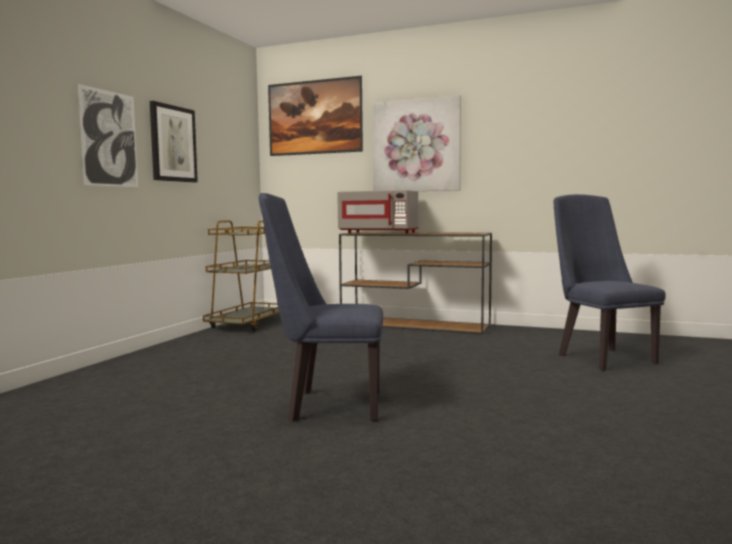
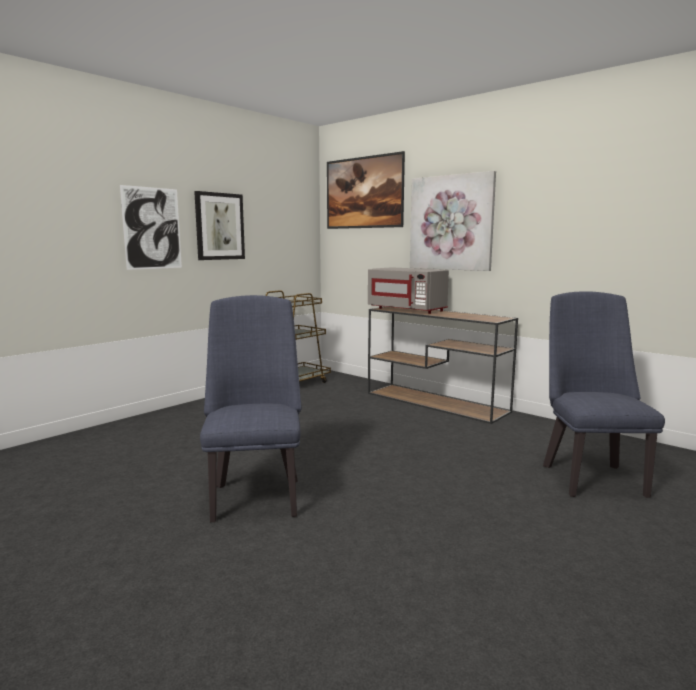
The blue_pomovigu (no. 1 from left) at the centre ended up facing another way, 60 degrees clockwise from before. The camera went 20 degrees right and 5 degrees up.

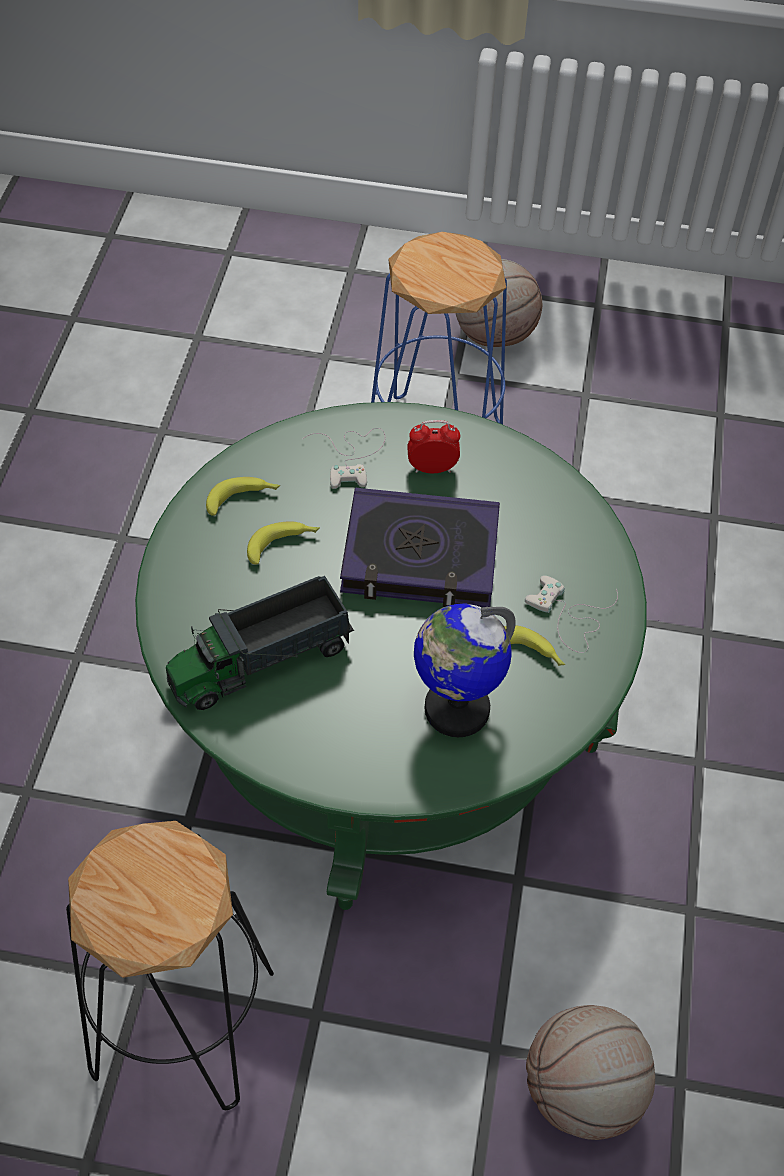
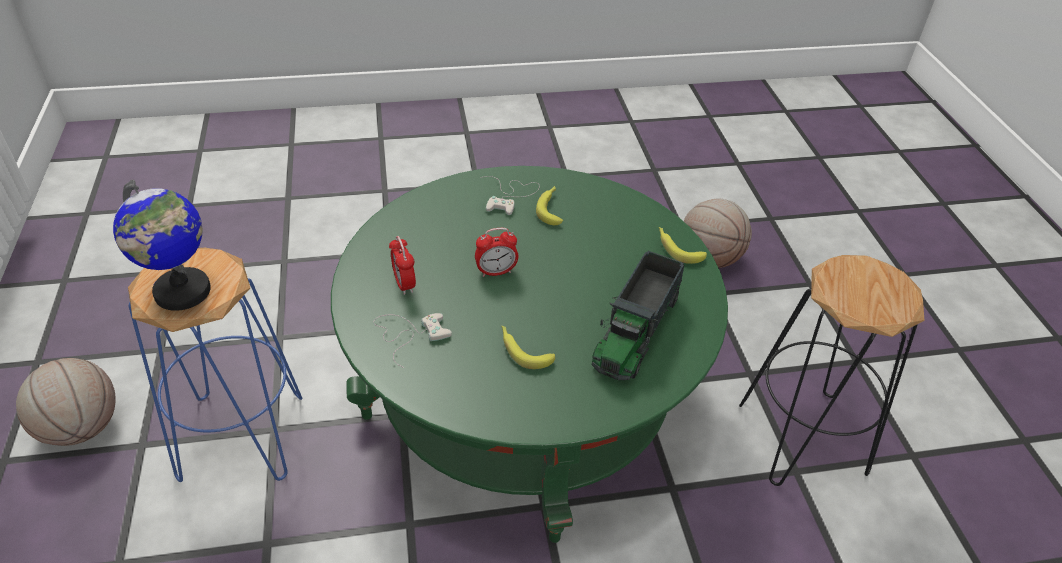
The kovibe (no. 1 from left in the first image) ended up elsewhere, having gone from the middle left to the centre. Where the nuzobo stood at the centre, the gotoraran (no. 2 from left) came to stand at the centre. The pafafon at the middle left ended up facing another way, 75 degrees clockwise from before. The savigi ended up elsewhere, having gone from the centre to the middle left. The camera went 110 degrees left and 10 degrees down.

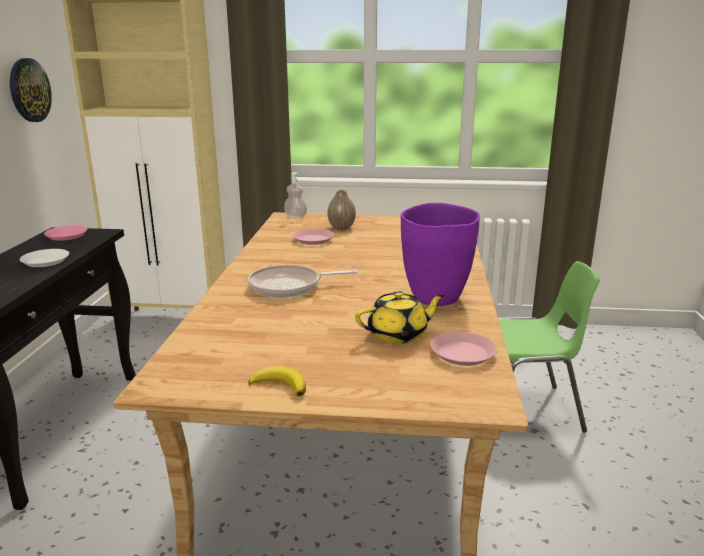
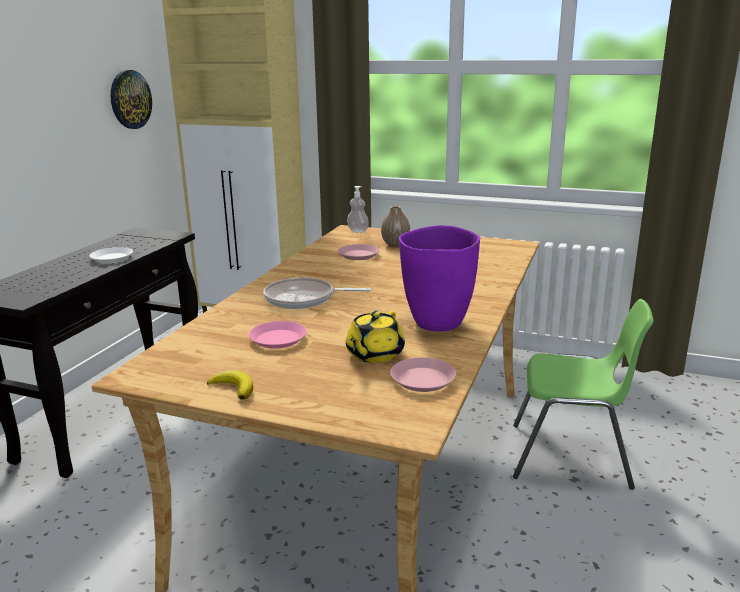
The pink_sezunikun (no. 1 from left) ended up elsewhere, having gone from the middle left to the centre. The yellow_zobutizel at the centre ended up facing another way, 120 degrees clockwise from before. The camera went 15 degrees right and 0 degrees up.

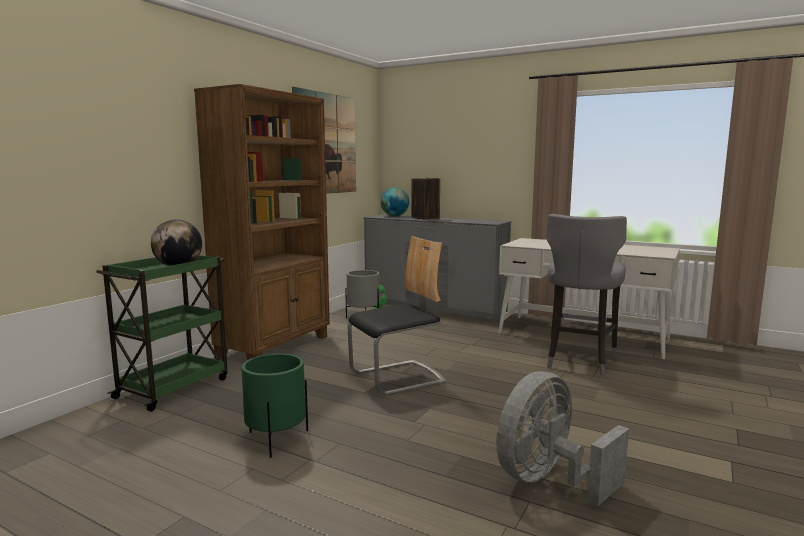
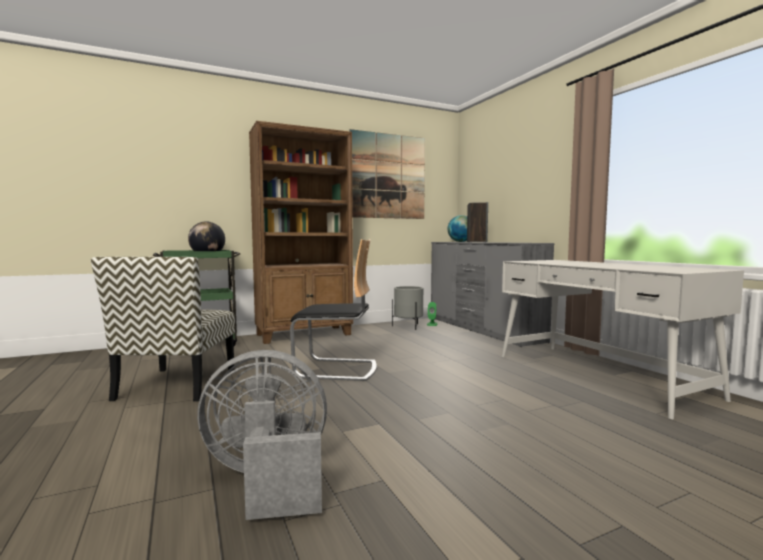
The second view lost the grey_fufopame at the middle right. Where the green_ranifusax stood at the bottom centre, the pomovigu (no. 1 from left) came to stand at the middle left. The camera went 35 degrees right and 5 degrees down.

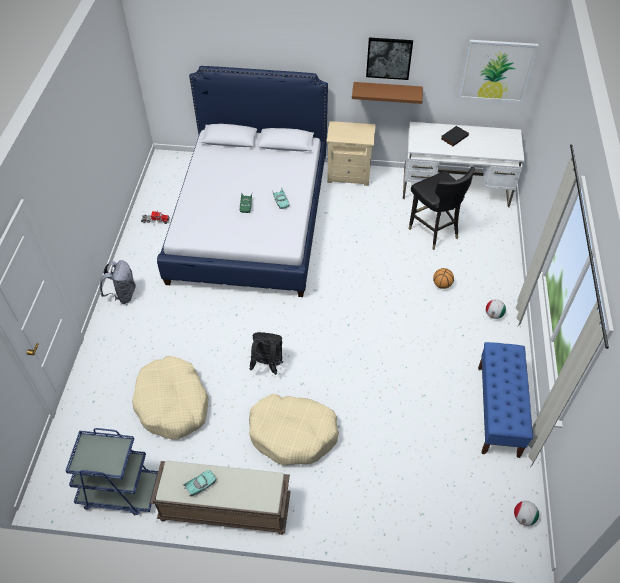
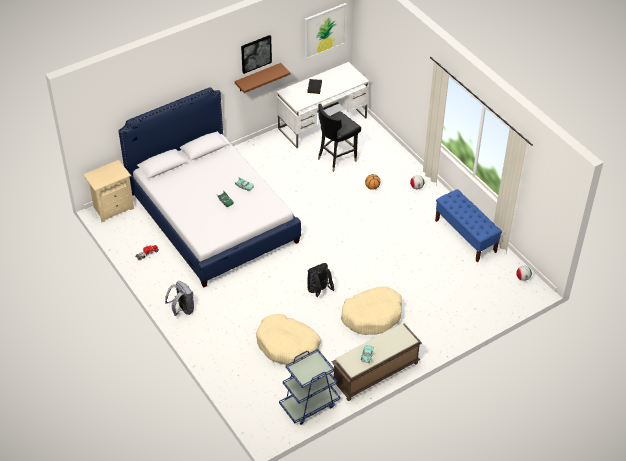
The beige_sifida ended up elsewhere, having gone from the top centre to the middle left. The black_pomovigu at the middle right ended up facing another way, 120 degrees clockwise from before. The camera went 40 degrees left and 5 degrees down.

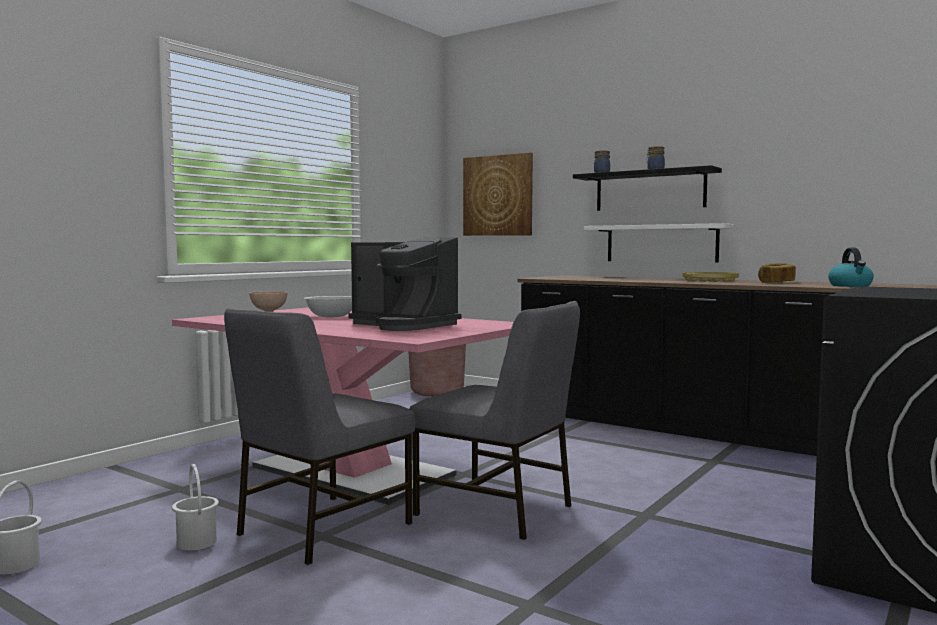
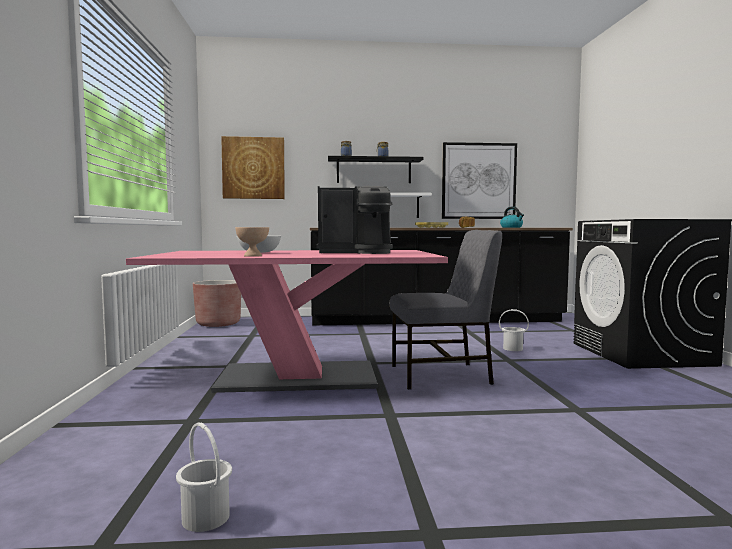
The second view lost the grey_pomovigu (no. 1 from left) at the bottom centre. The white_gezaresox (no. 2 from left) ended up elsewhere, having gone from the bottom left to the middle right. The second view gained the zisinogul (no. 2 from left) at the top centre. The camera went 40 degrees left and 0 degrees up.

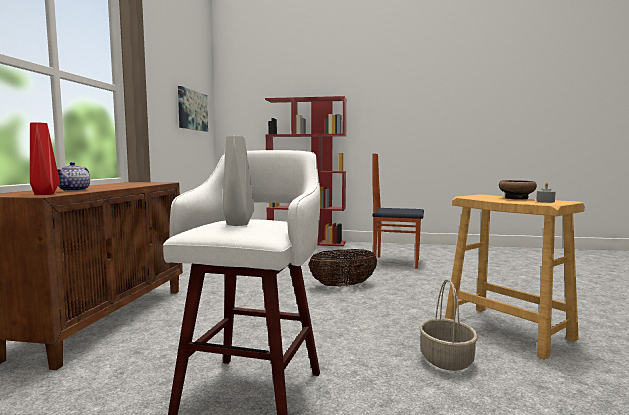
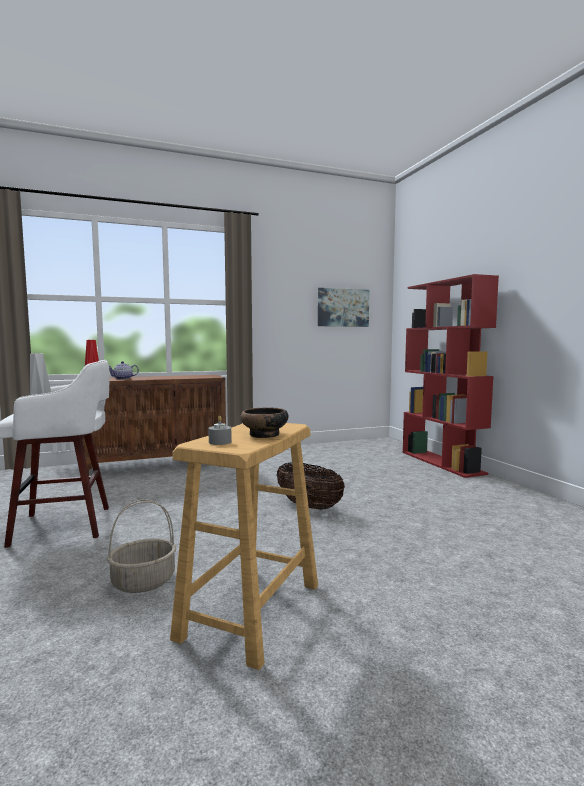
The second view lost the pomovigu at the centre. The camera went 60 degrees right and 0 degrees up.

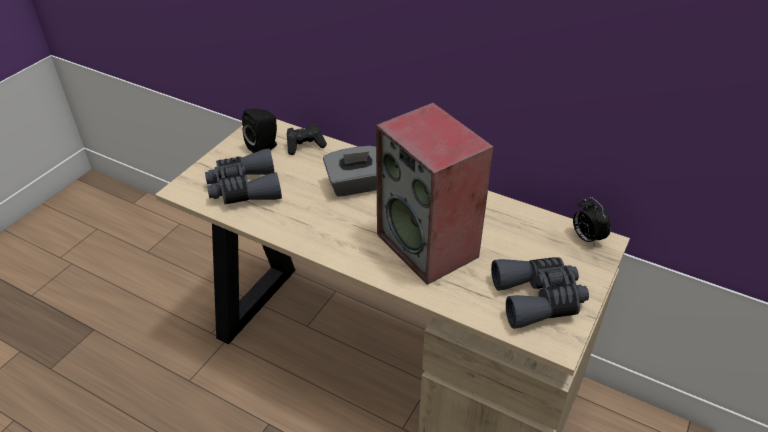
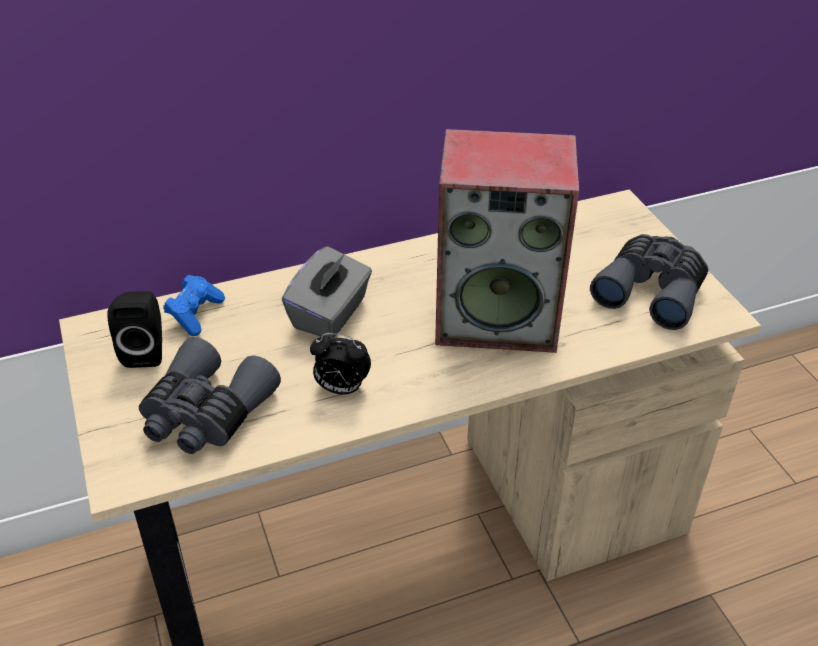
What was the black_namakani at the top centre turned into the blue_namakani at the middle left. The gotoraran ended up elsewhere, having gone from the middle right to the centre. The camera went 50 degrees left and 0 degrees up.

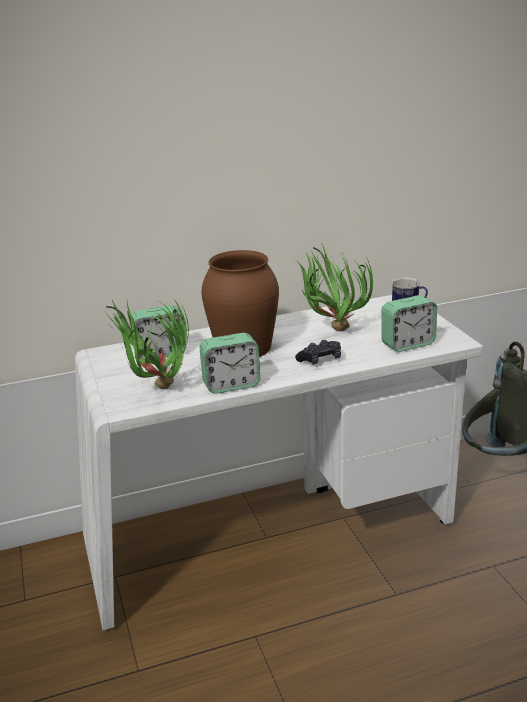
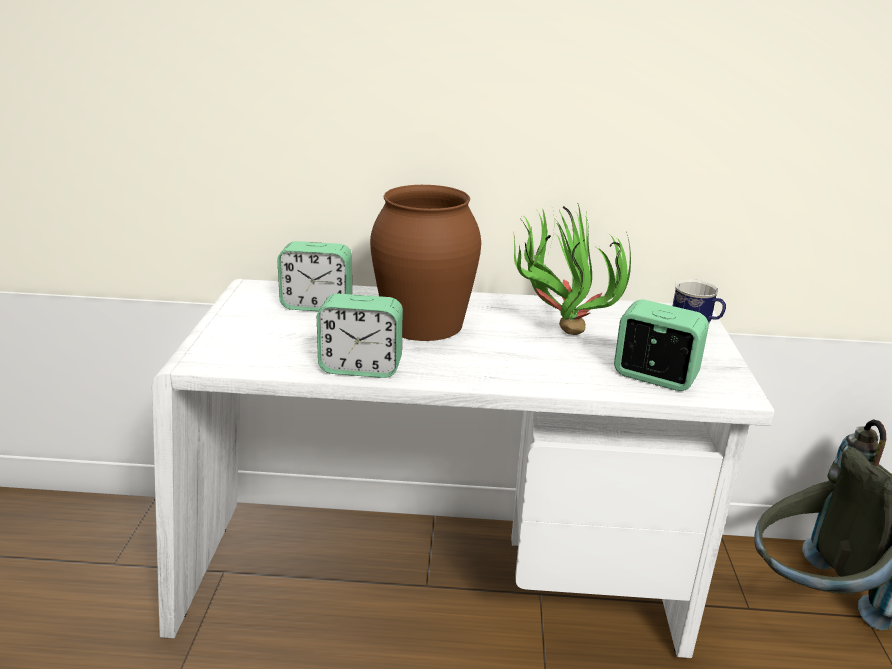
The gotoraran (no. 3 from left) at the middle right ended up facing another way, 150 degrees counterclockwise from before. The second view lost the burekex (no. 1 from left) at the middle left. The second view lost the black_namakani at the centre. The camera went 20 degrees right and 0 degrees up.

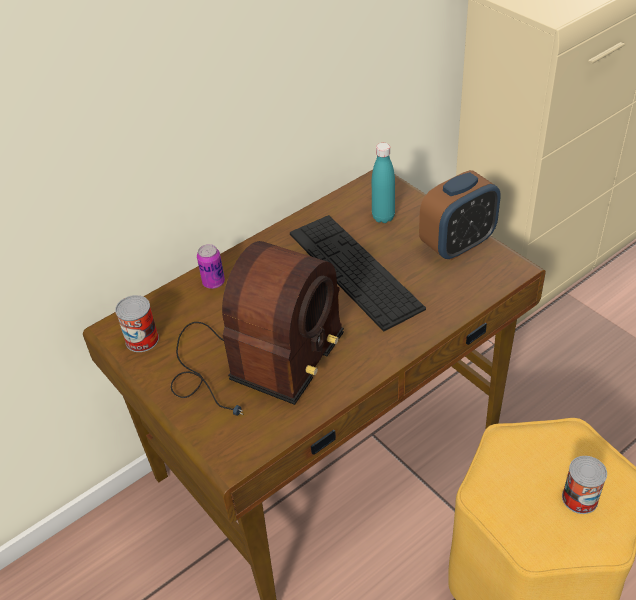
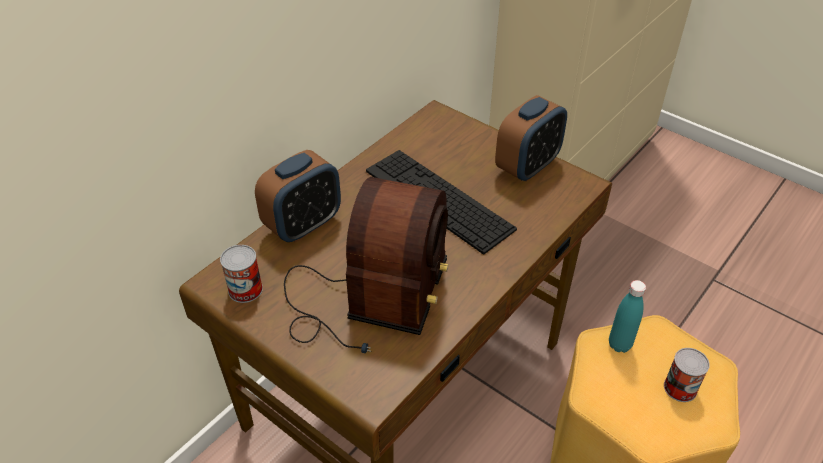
The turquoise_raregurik ended up elsewhere, having gone from the top centre to the bottom right. Where the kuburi (no. 2 from left) stood at the middle left, the gotoraran (no. 1 from left) came to stand at the centre. The camera went 15 degrees left and 0 degrees up.

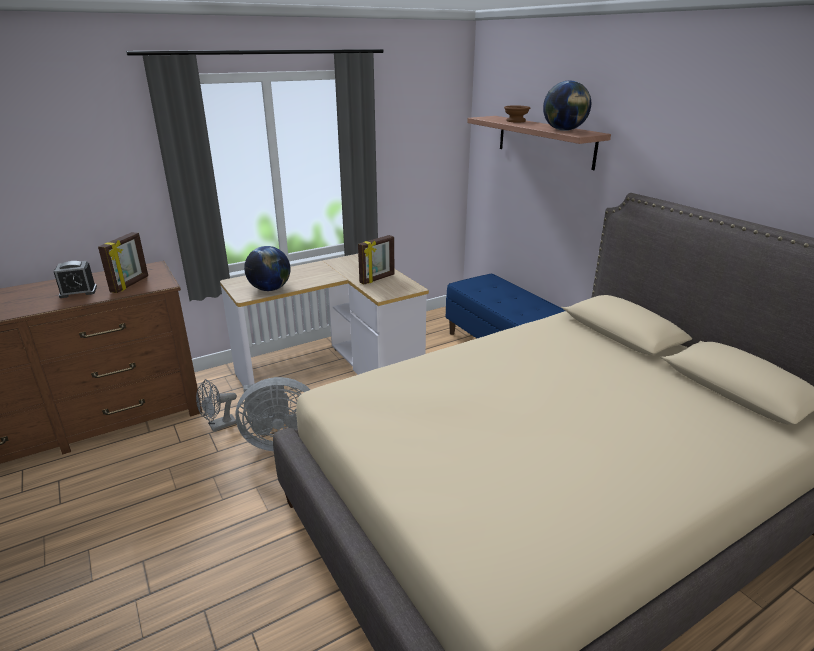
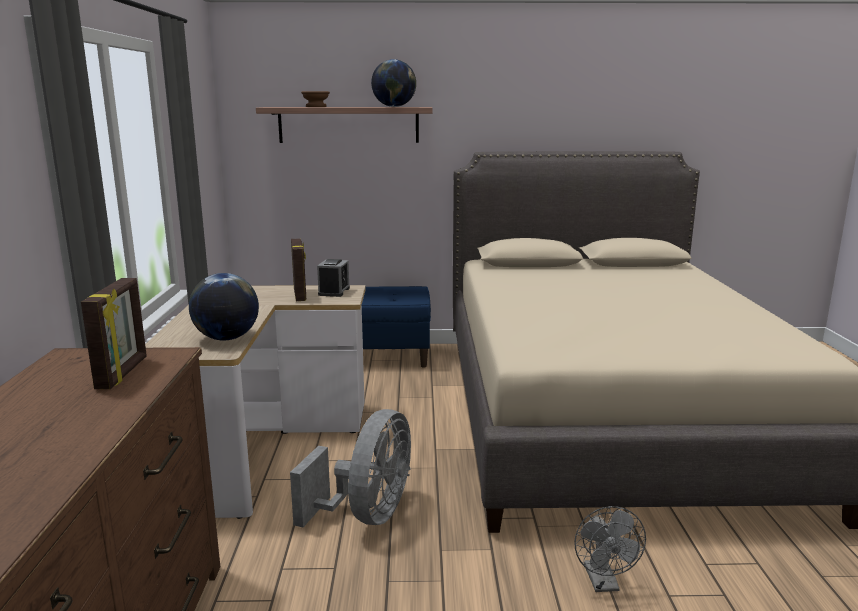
The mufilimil (no. 1 from left) at the middle left ended up facing another way, 45 degrees clockwise from before. The gotoraran ended up elsewhere, having gone from the middle left to the centre. The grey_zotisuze (no. 1 from left in the first image) ended up elsewhere, having gone from the middle left to the bottom right. The camera went 60 degrees left and 10 degrees down.

